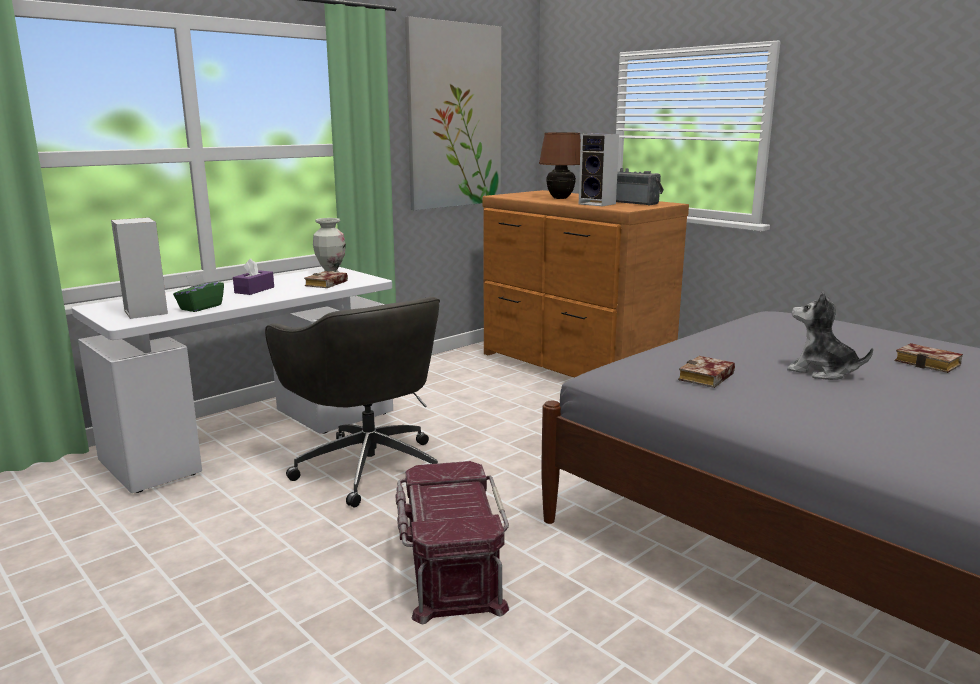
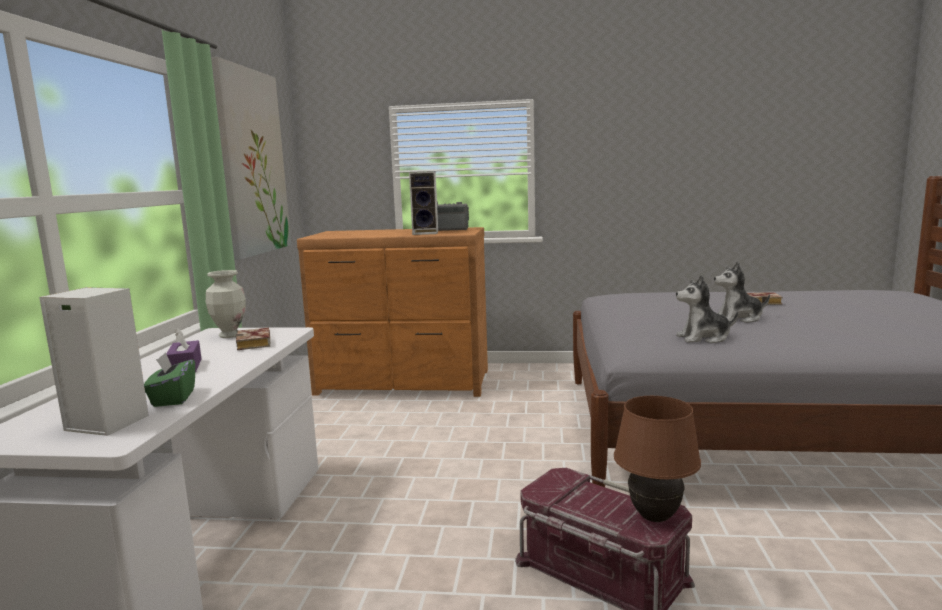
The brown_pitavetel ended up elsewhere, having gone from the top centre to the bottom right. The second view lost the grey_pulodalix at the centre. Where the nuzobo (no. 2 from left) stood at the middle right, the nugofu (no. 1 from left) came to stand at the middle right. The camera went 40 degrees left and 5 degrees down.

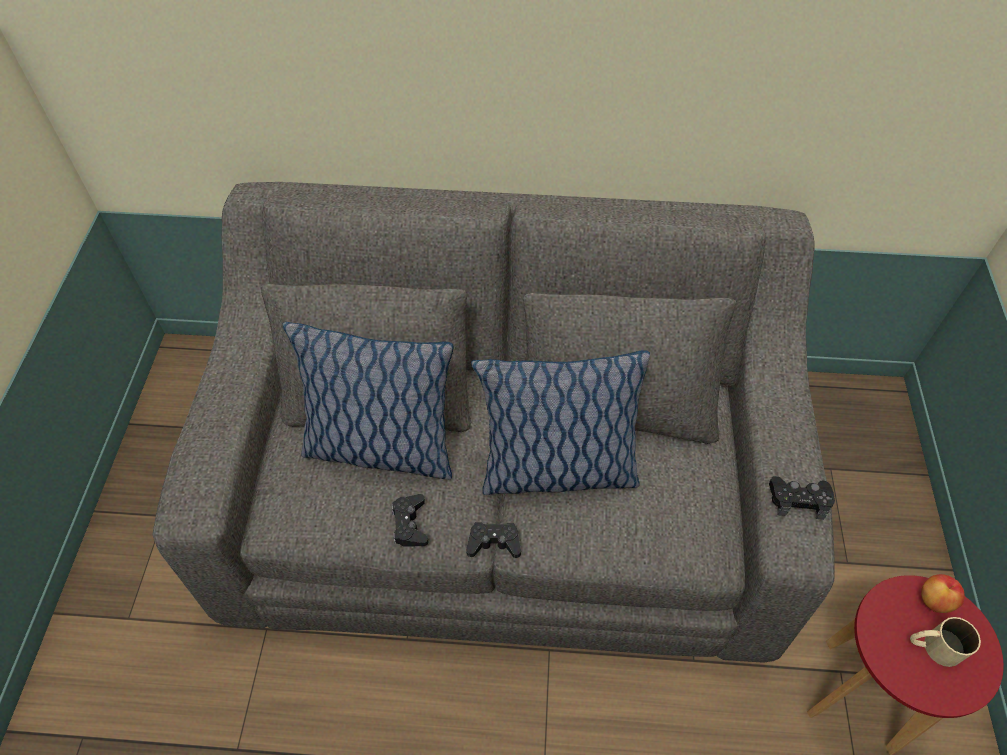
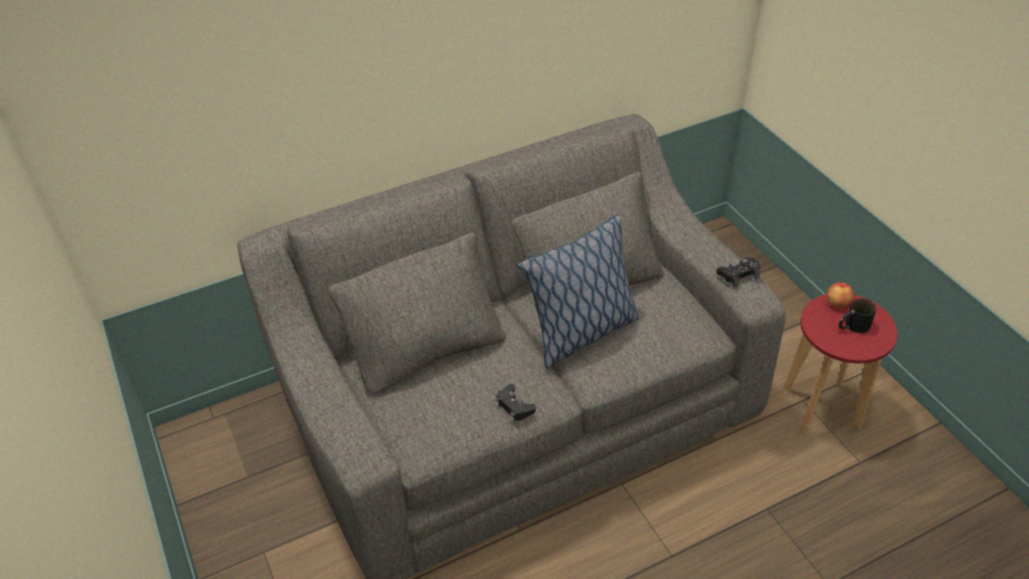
The second view lost the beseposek (no. 1 from left) at the centre. The second view lost the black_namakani (no. 2 from left) at the bottom centre. What was the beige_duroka at the bottom right turned into the black_duroka at the middle right. The camera went 30 degrees left and 10 degrees down.

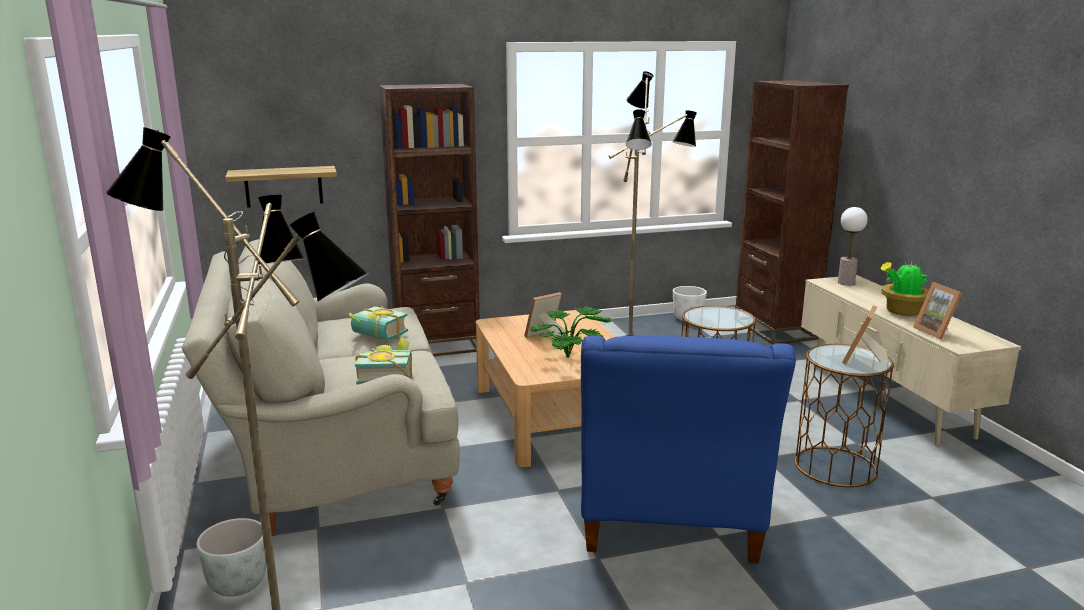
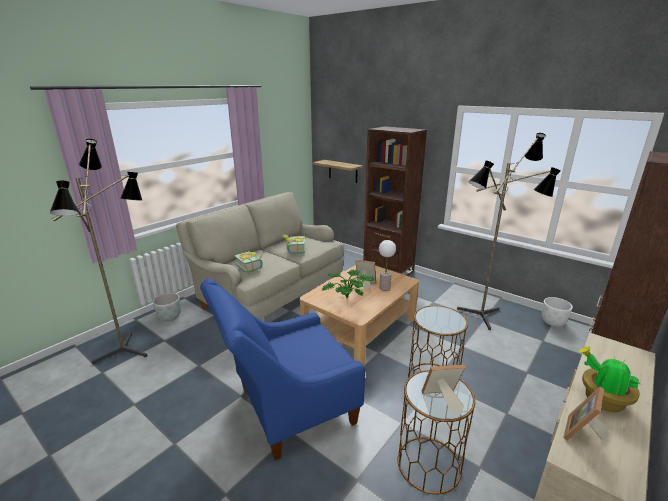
The pitavetel ended up elsewhere, having gone from the middle right to the centre. The camera went 55 degrees right and 5 degrees up.

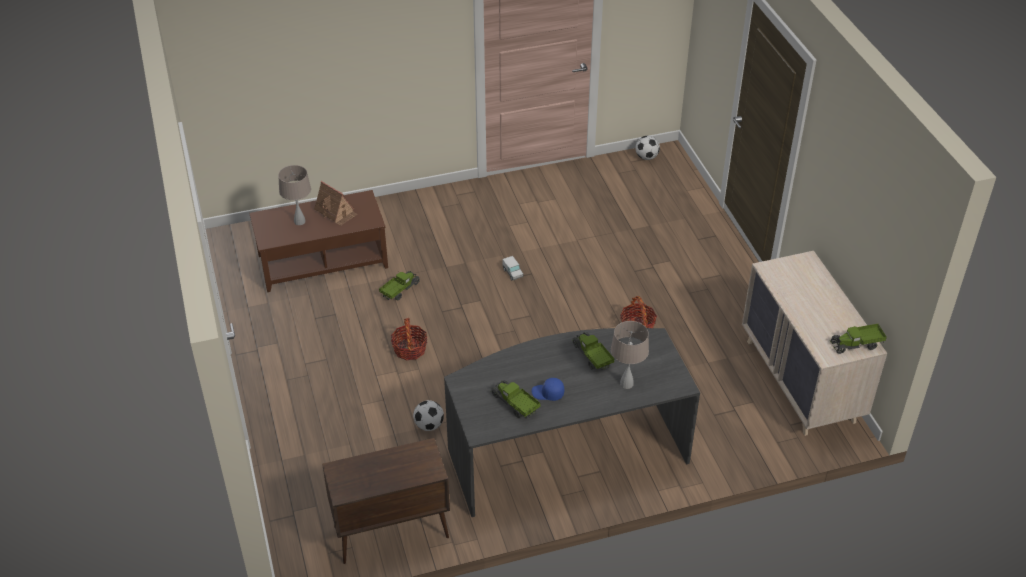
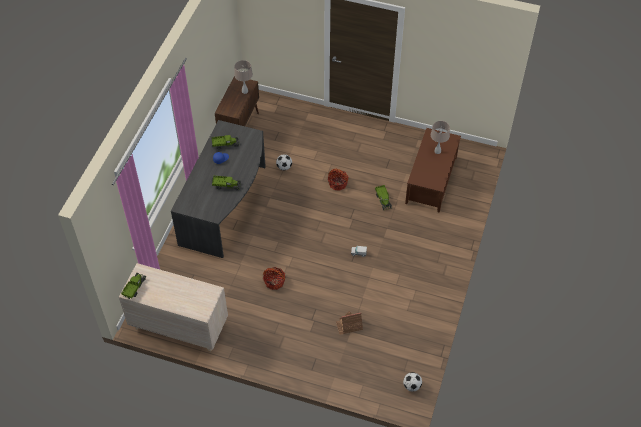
The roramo ended up elsewhere, having gone from the middle left to the bottom centre. The beige_pitavetel (no. 2 from left in the first image) ended up elsewhere, having gone from the centre to the top centre. The camera went 125 degrees right and 10 degrees up.

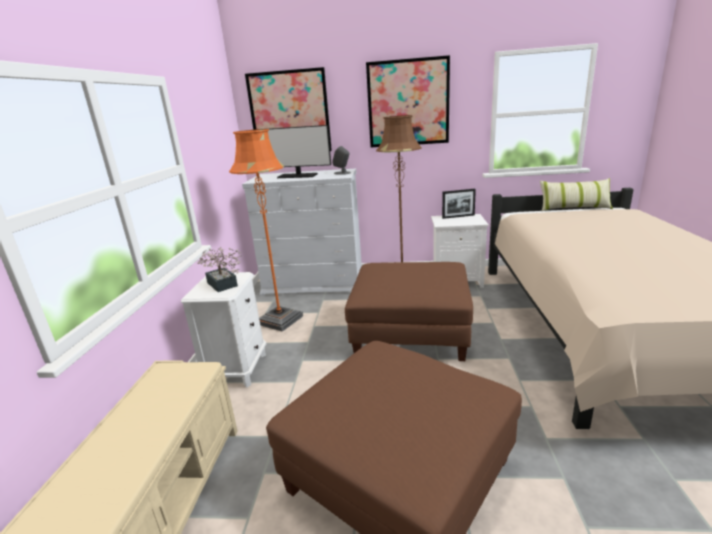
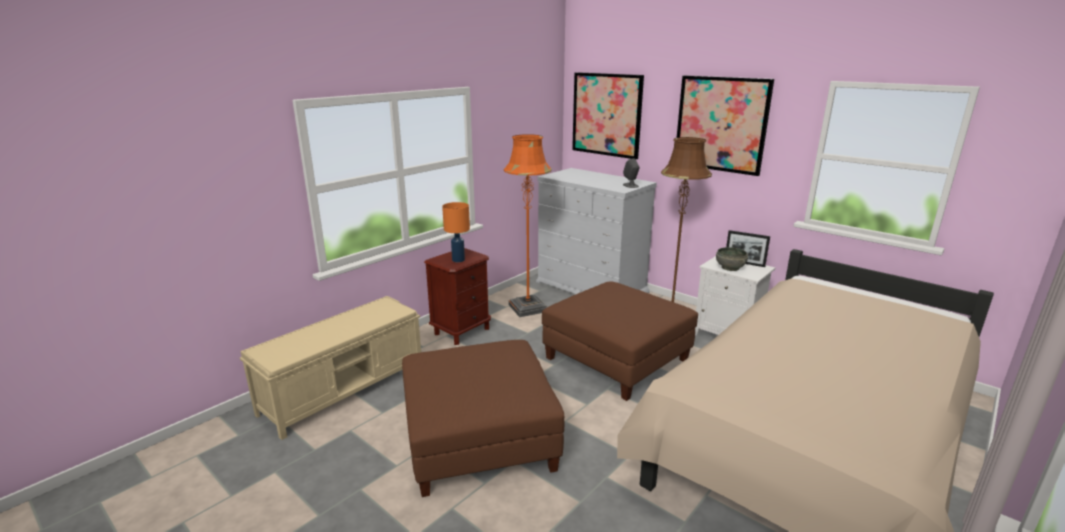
The second view lost the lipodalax at the top centre. The second view lost the beseposek at the middle right. Where the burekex stood at the middle left, the orange_pitavetel came to stand at the centre. What was the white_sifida (no. 1 from left) at the middle left turned into the brown_sifida at the centre. The second view gained the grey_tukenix at the middle right. The camera went 35 degrees right and 0 degrees up.

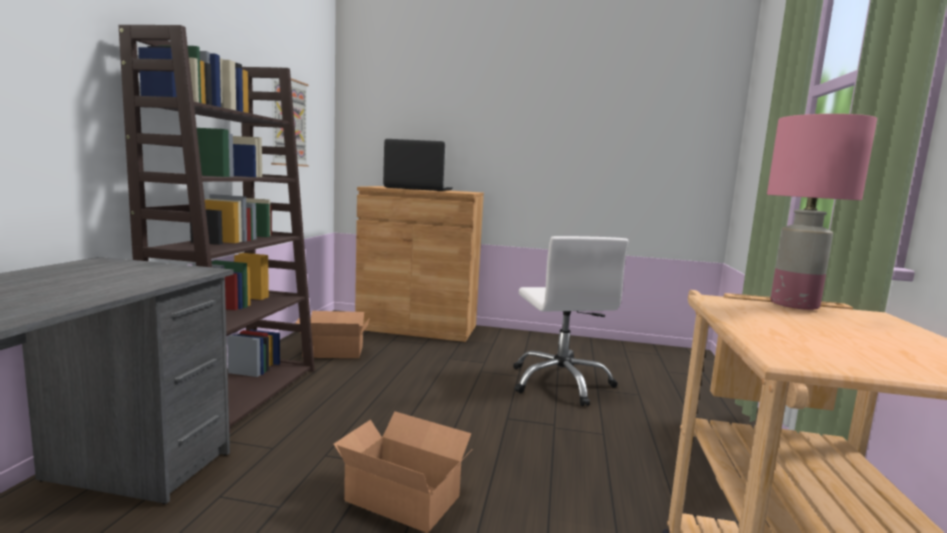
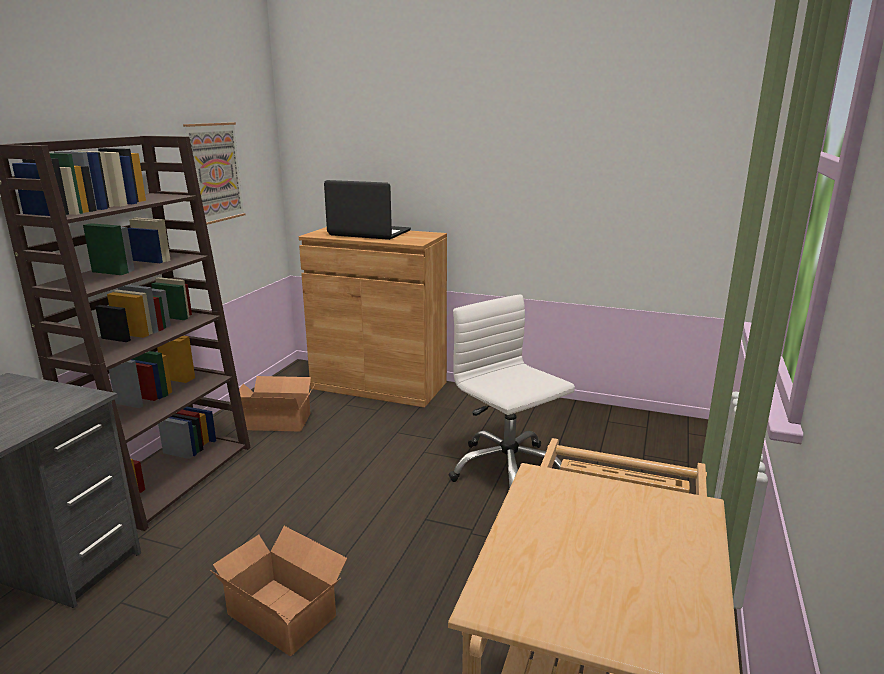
The second view lost the pink_pitavetel at the middle right. The white_pulodalix at the centre ended up facing another way, 150 degrees clockwise from before. The camera went 10 degrees right and 10 degrees up.

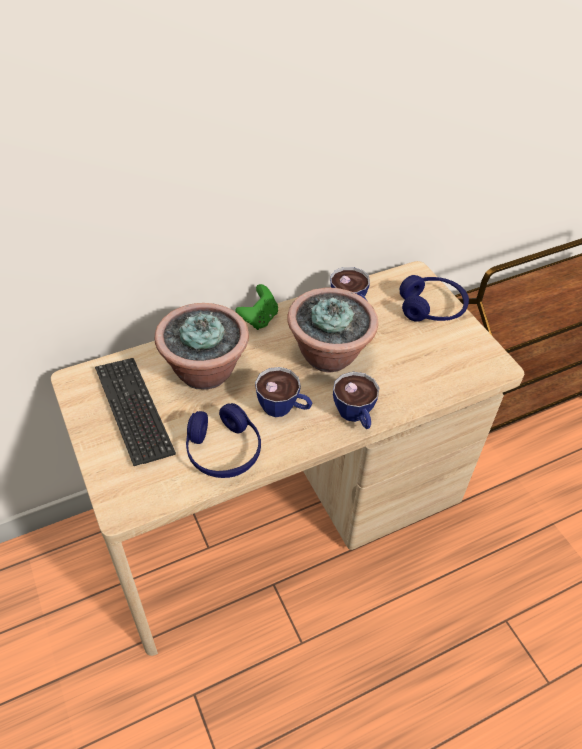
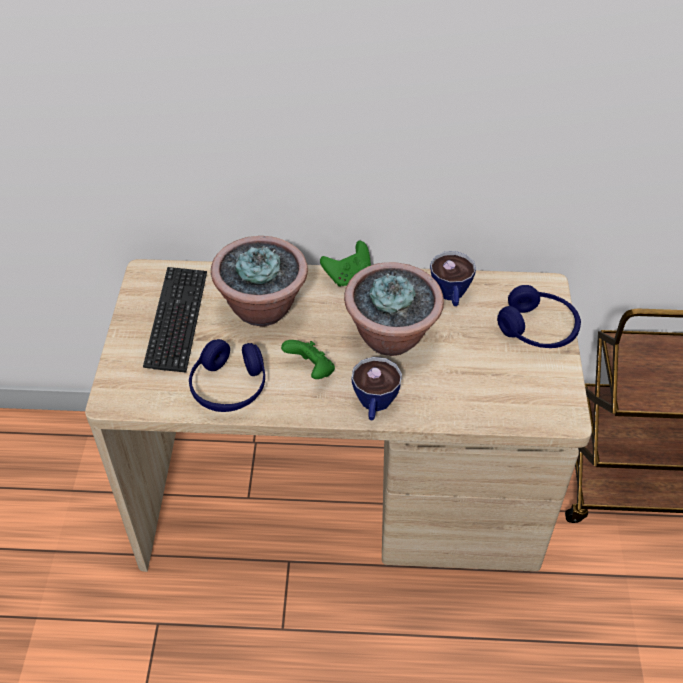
Where the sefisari (no. 1 from left) stood at the centre, the green_namakani (no. 1 from left) came to stand at the centre. The camera went 30 degrees right and 0 degrees up.

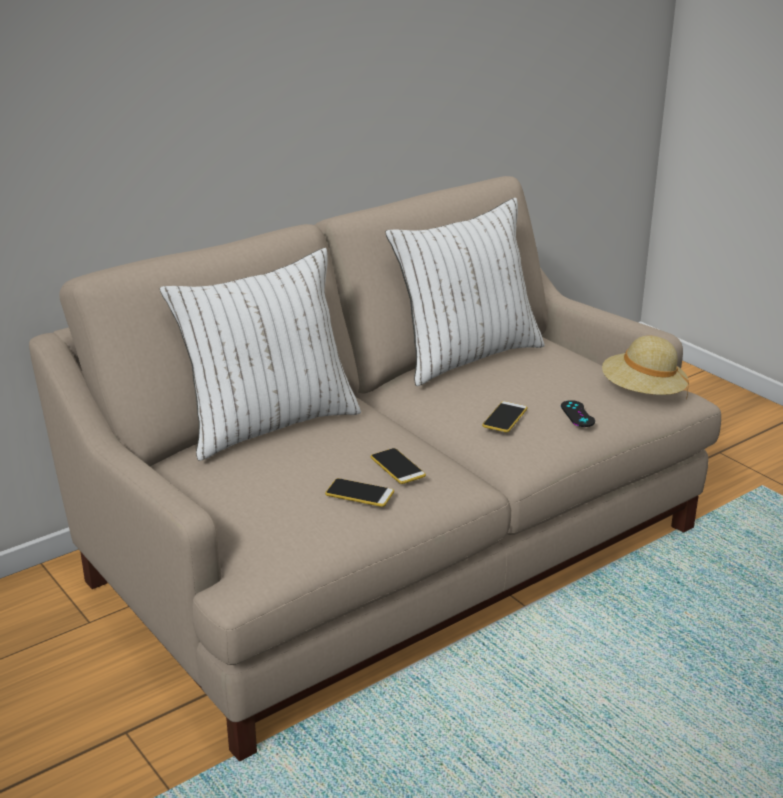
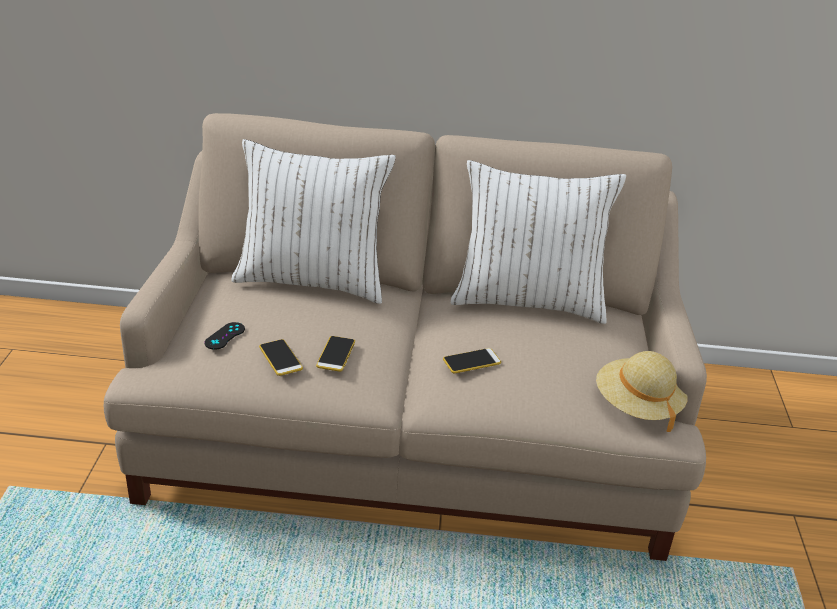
The black_namakani ended up elsewhere, having gone from the middle right to the middle left. The camera went 40 degrees right and 5 degrees up.

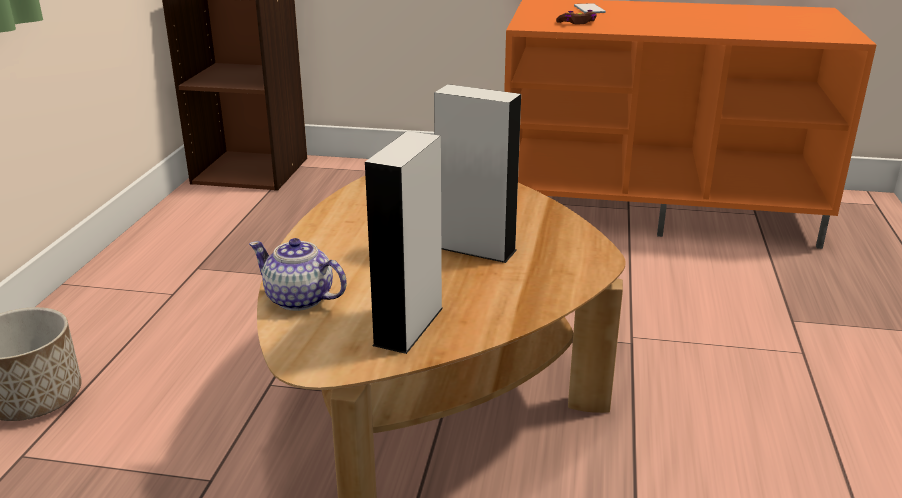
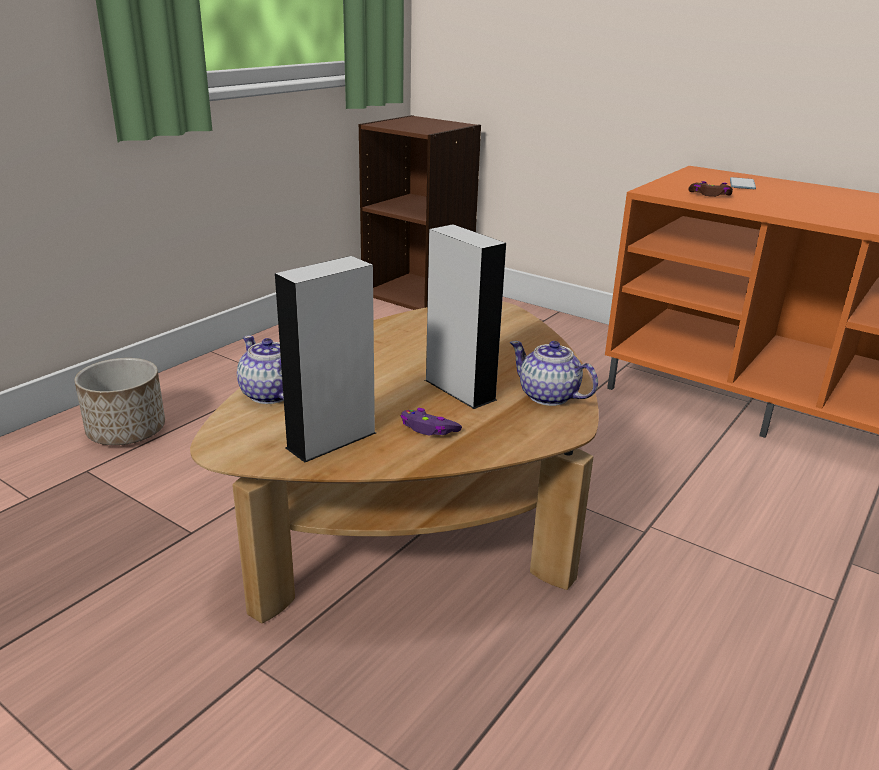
The second view gained the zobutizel (no. 2 from left) at the centre. The second view gained the purple_namakani at the centre. The camera went 25 degrees right and 0 degrees up.

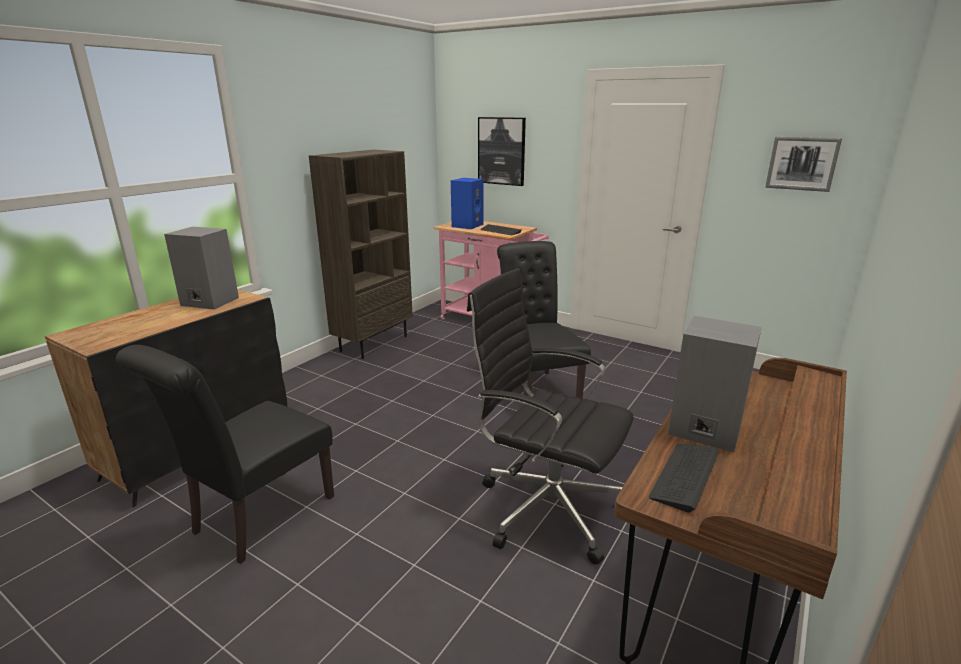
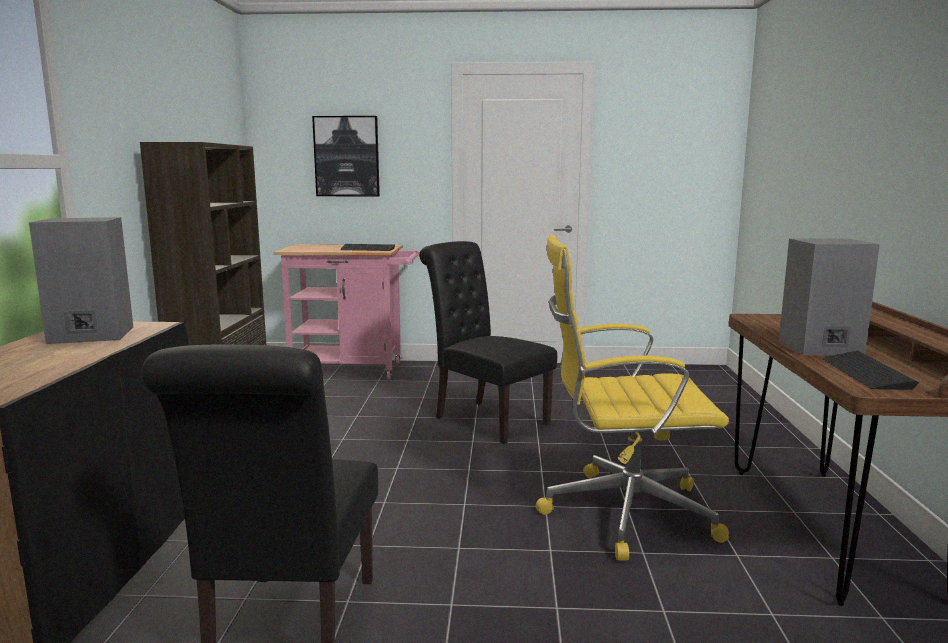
The second view lost the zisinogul (no. 2 from left) at the top right. The second view lost the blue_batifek at the top centre. What was the black_pulodalix at the centre turned into the yellow_pulodalix at the middle right. The camera went 30 degrees left and 10 degrees down.

